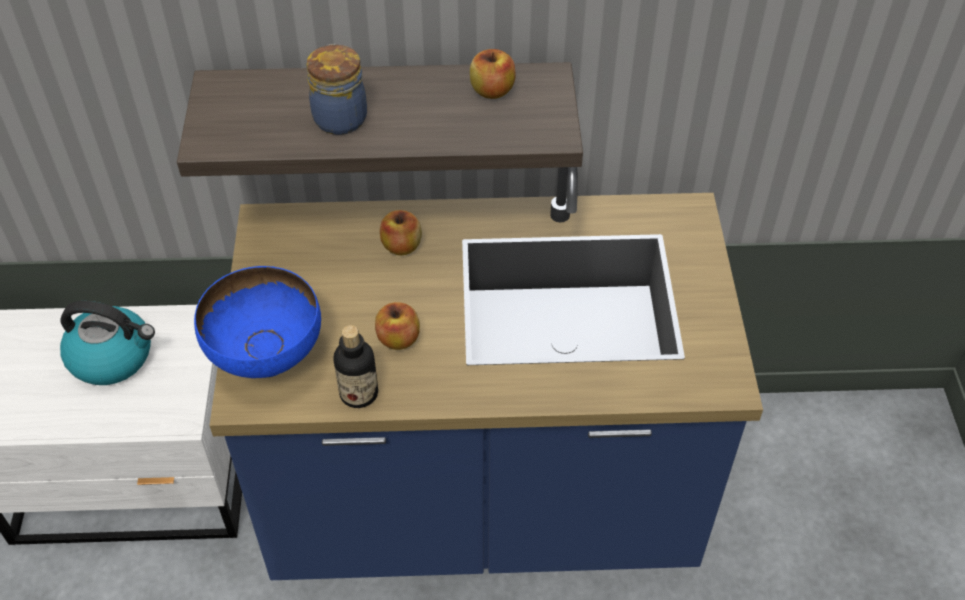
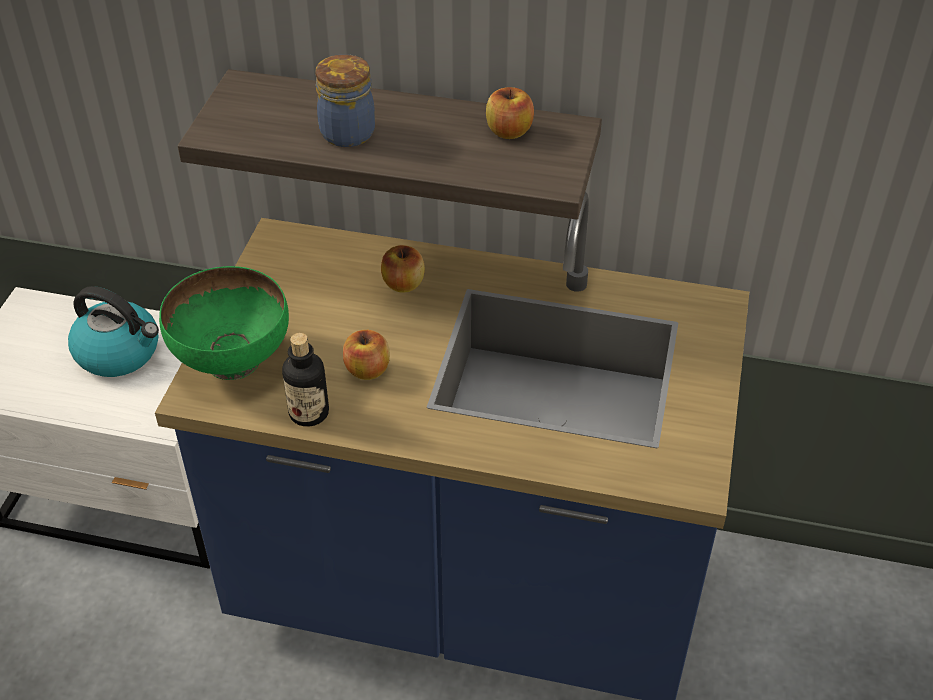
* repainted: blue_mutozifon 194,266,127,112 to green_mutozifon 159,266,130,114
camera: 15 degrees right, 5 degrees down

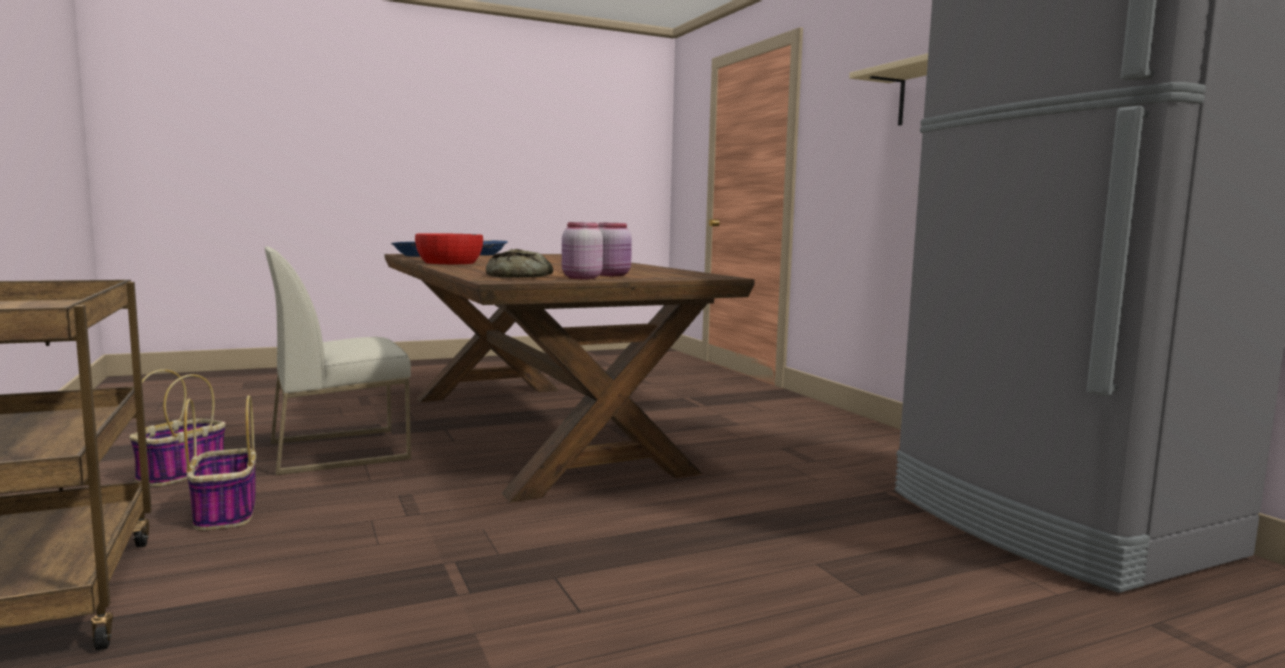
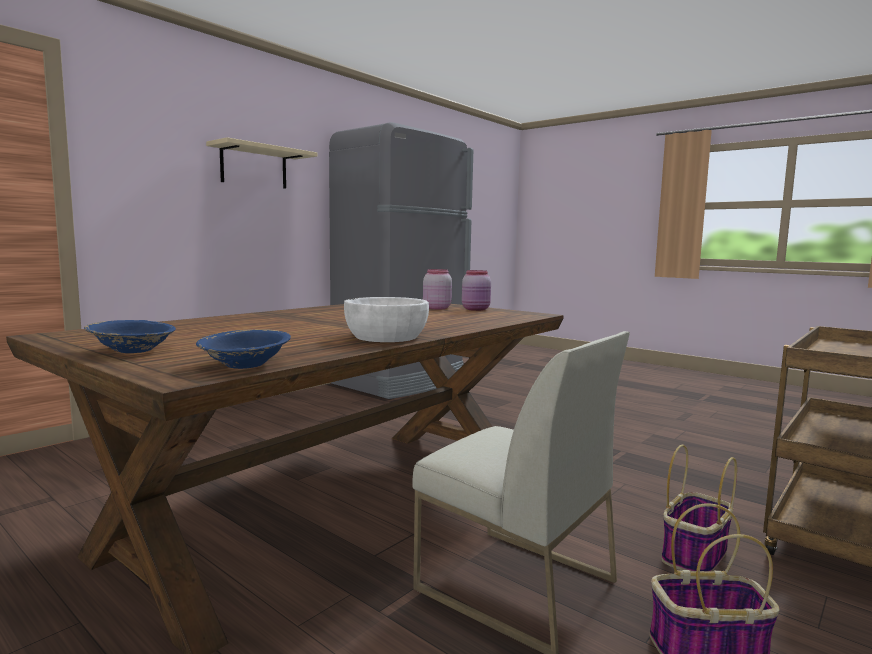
* repainted: red_mutozifon 415,233,68,31 to white_mutozifon 344,297,85,45
* gone: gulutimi 486,249,67,29
camera: 115 degrees left, 0 degrees up

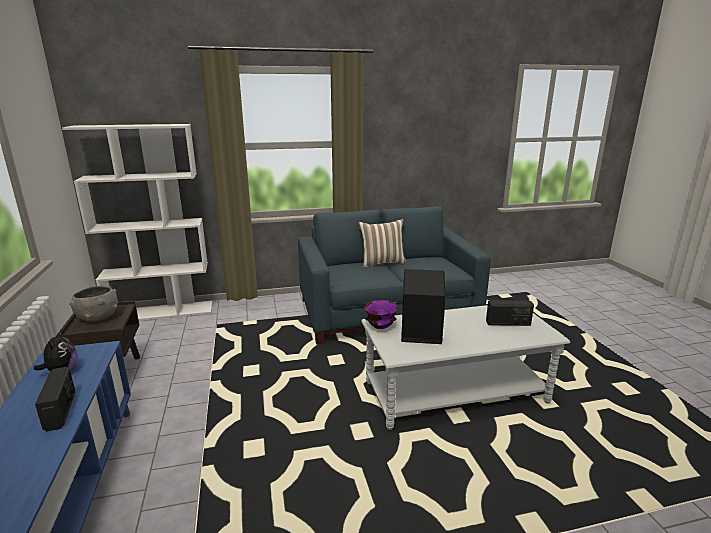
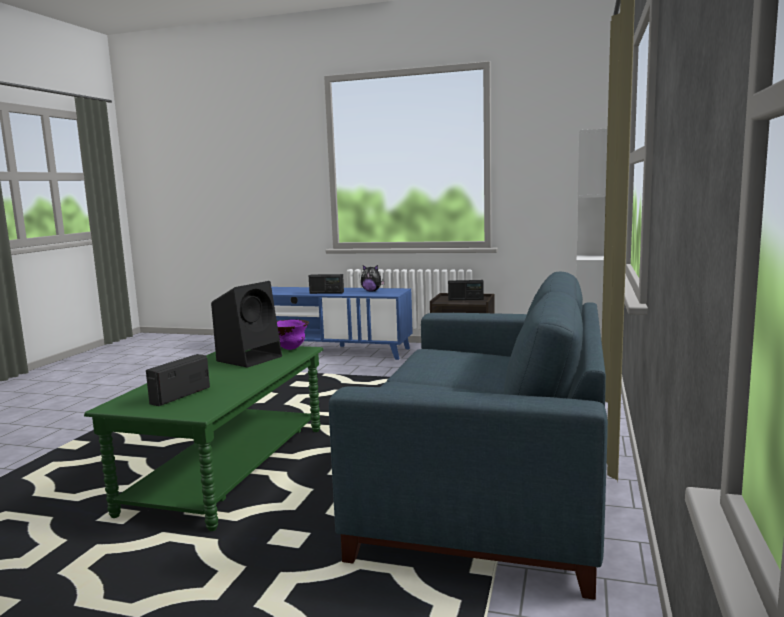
* gone: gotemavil 358,219,49,48
* swapped: grey_mutozifon 69,286,49,36 to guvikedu 448,280,36,20
* repainted: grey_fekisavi 361,305,209,125 to green_fekisavi 84,346,240,185
camera: 120 degrees right, 10 degrees down

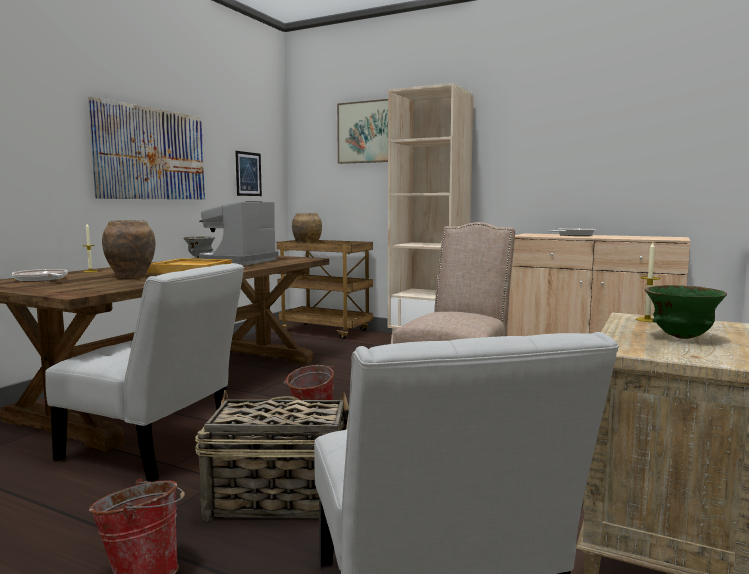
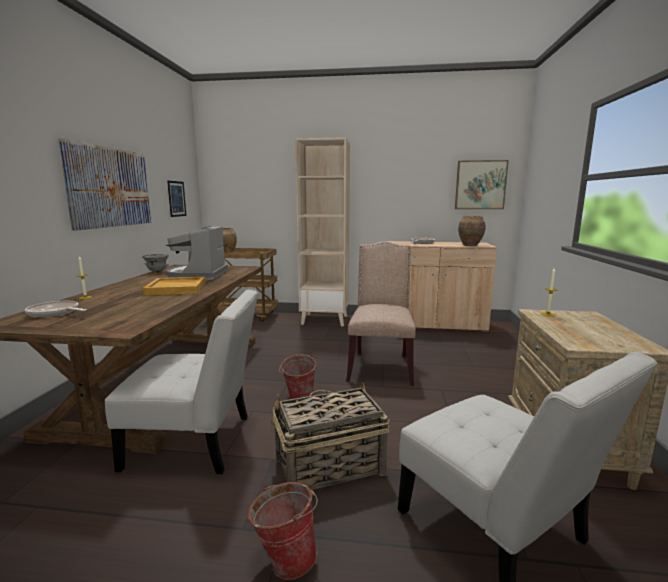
* shifted: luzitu 337,99,51,65 to 455,160,54,49
* shifted: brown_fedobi 102,220,53,58 to 458,216,28,30
* gone: green_mutozifon 645,285,82,54
camera: 20 degrees left, 5 degrees up

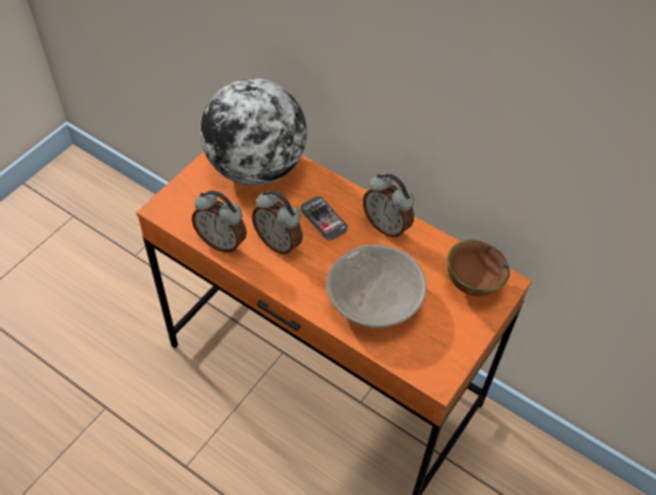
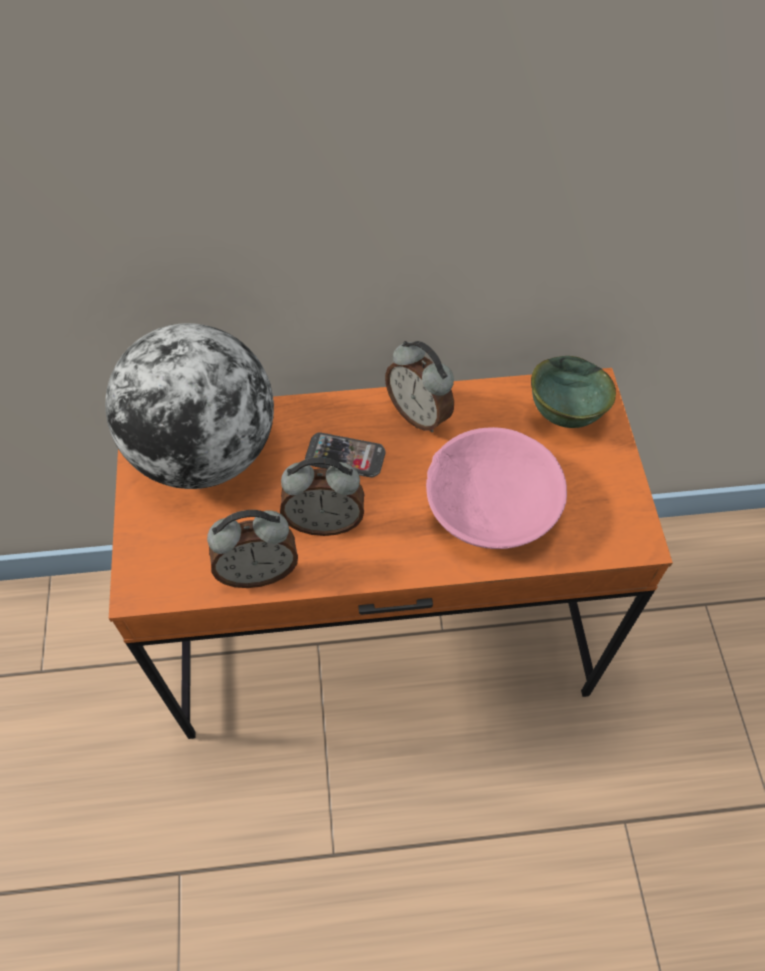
* rotated: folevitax 363,174,51,64 = 385,341,69,91 45 degrees clockwise
* repainted: brown_mutozifon 447,240,63,56 to green_mutozifon 531,356,85,72
* repainted: grey_mutozifon 326,244,101,84 to pink_mutozifon 426,427,141,122
camera: 40 degrees left, 5 degrees up

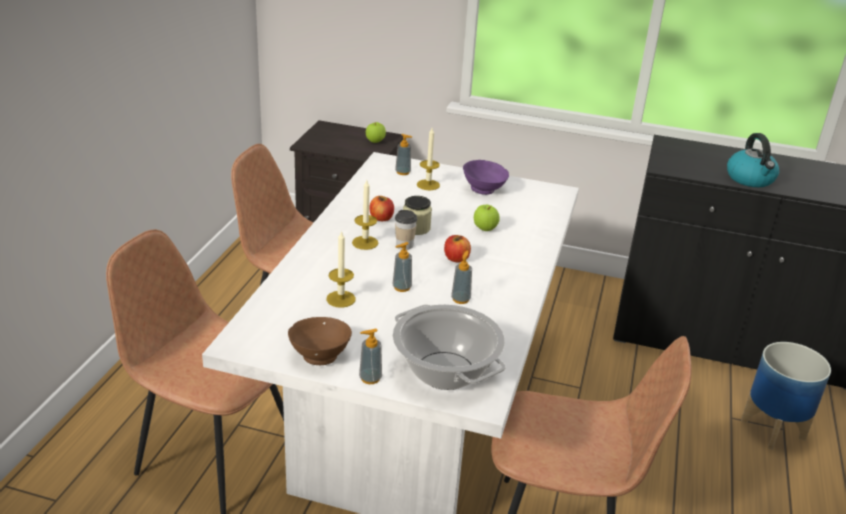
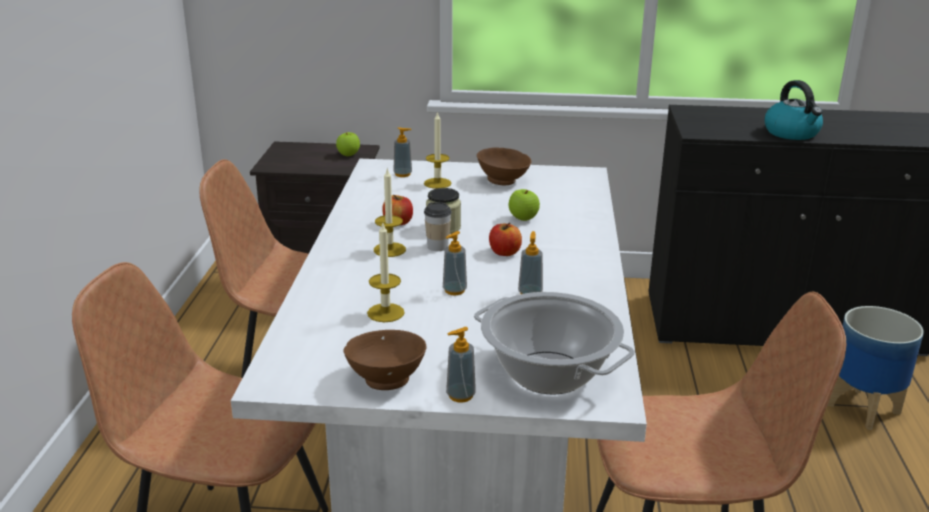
* repainted: purple_mutozifon 463,160,46,35 to brown_mutozifon 477,147,55,38
camera: 10 degrees left, 5 degrees down

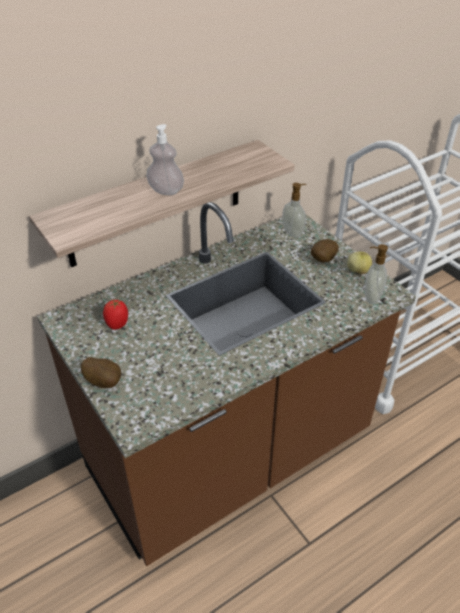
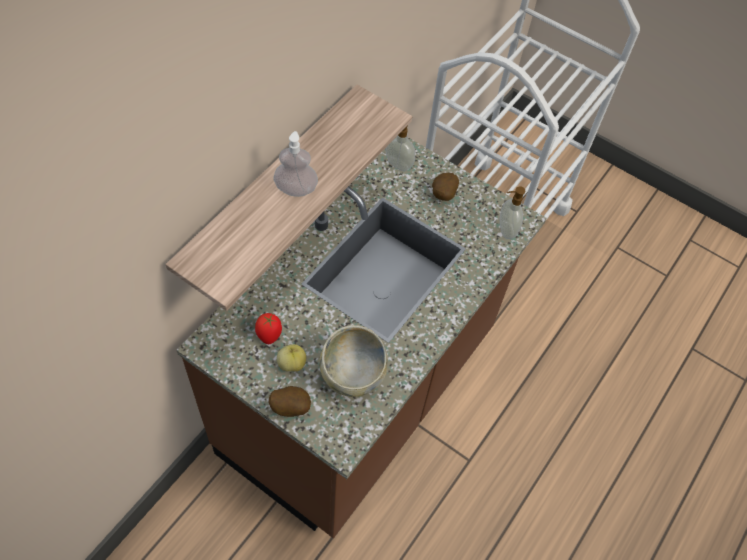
* shifted: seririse 347,252,25,22 to 277,344,29,28
* new: beige_mutozifon 320,325,68,72
camera: 25 degrees left, 15 degrees up

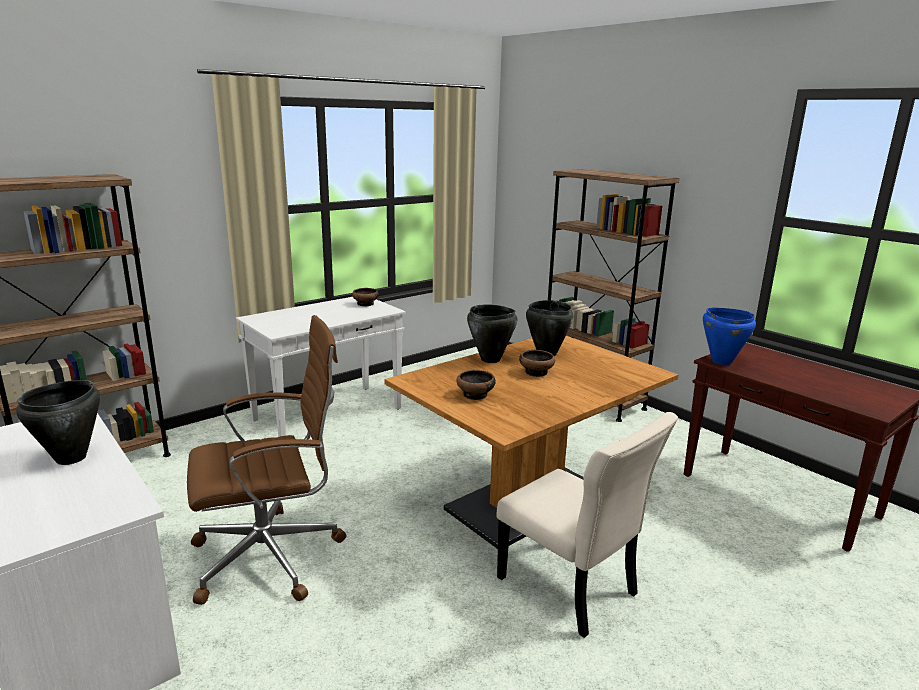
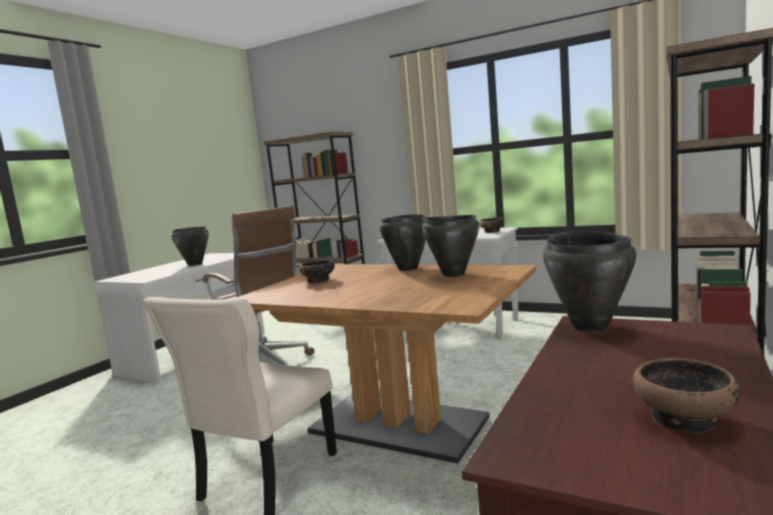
* repainted: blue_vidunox 703,308,53,57 to black_vidunox 543,231,93,101
* shifted: mutozifon 519,350,36,27 to 633,358,108,76
camera: 70 degrees right, 10 degrees down

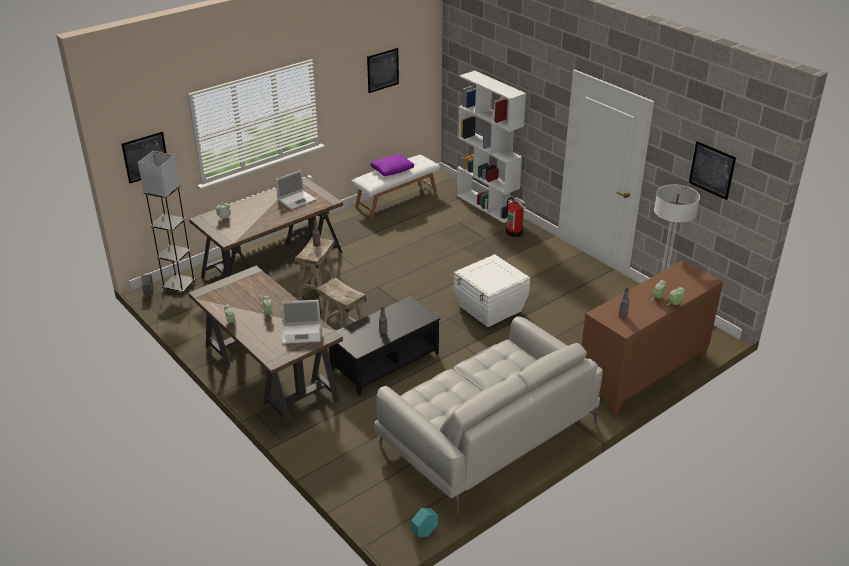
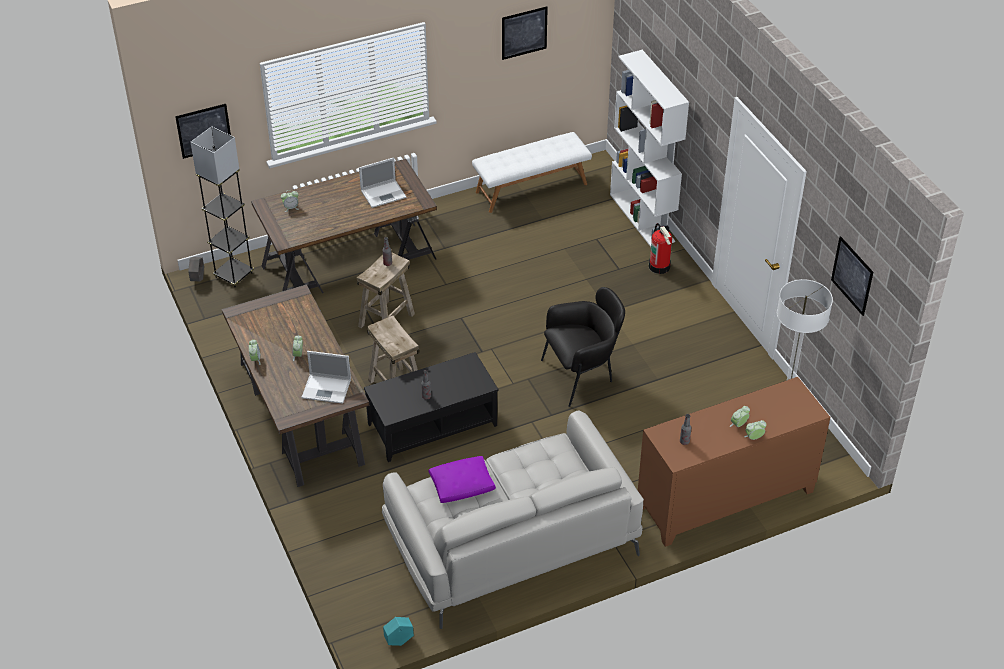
* shifted: purple_gotemavil 371,154,43,22 to 428,456,68,47
* swapped: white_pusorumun 454,254,76,73 to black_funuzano 541,287,84,120
camera: 15 degrees right, 10 degrees up

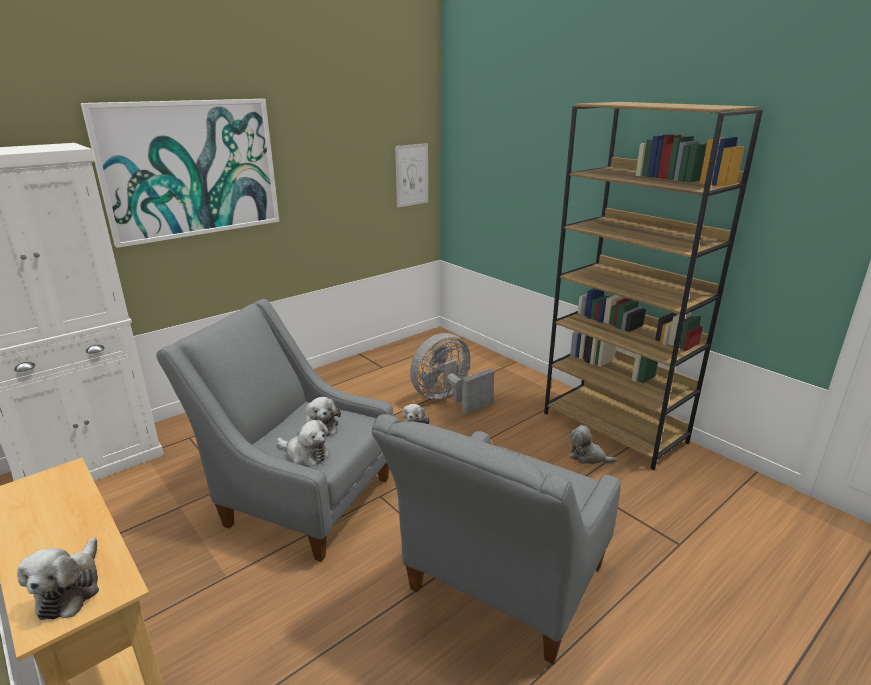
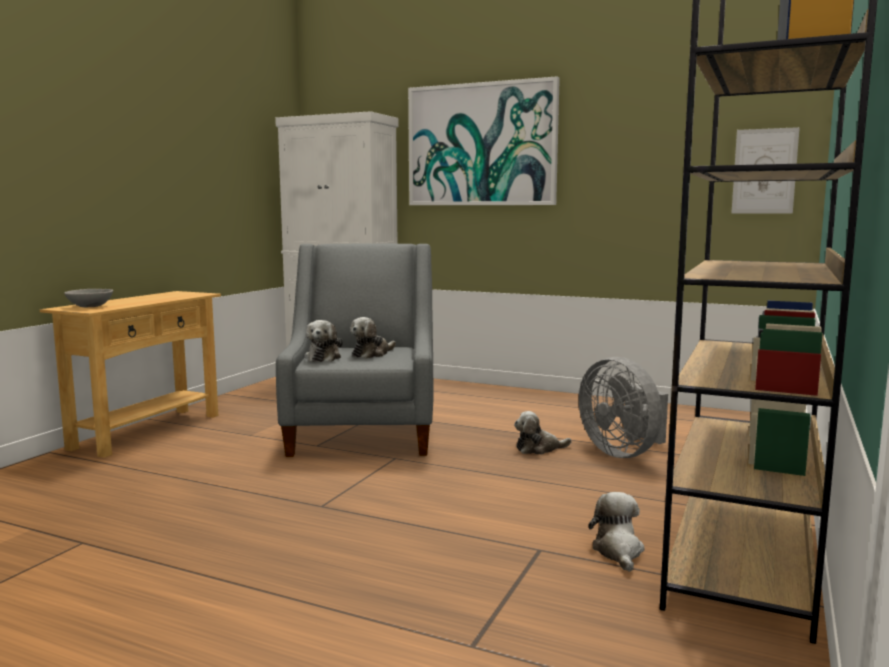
* rotated: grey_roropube 410,333,85,81 = 579,357,89,101 150 degrees counterclockwise
* gone: grey_funuzano 372,414,249,250
* swapped: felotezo 17,538,82,82 to grey_mutozifon 64,289,49,18
camera: 65 degrees right, 15 degrees down

